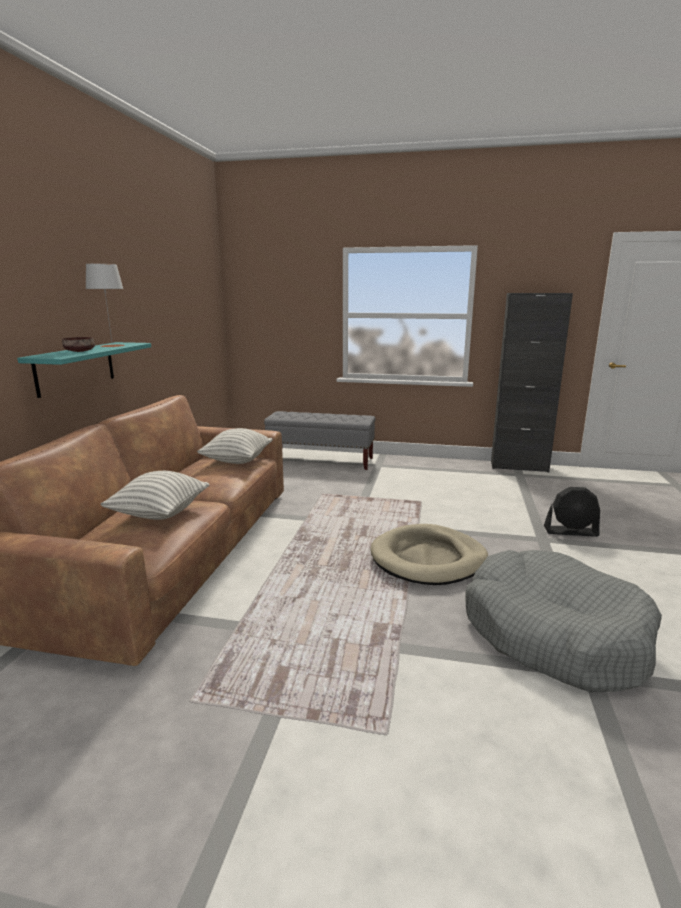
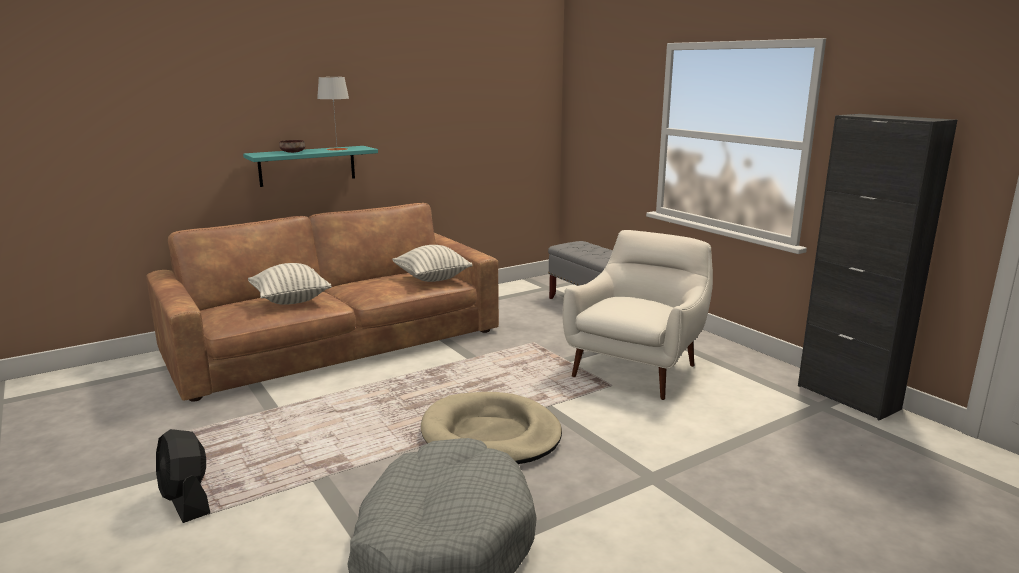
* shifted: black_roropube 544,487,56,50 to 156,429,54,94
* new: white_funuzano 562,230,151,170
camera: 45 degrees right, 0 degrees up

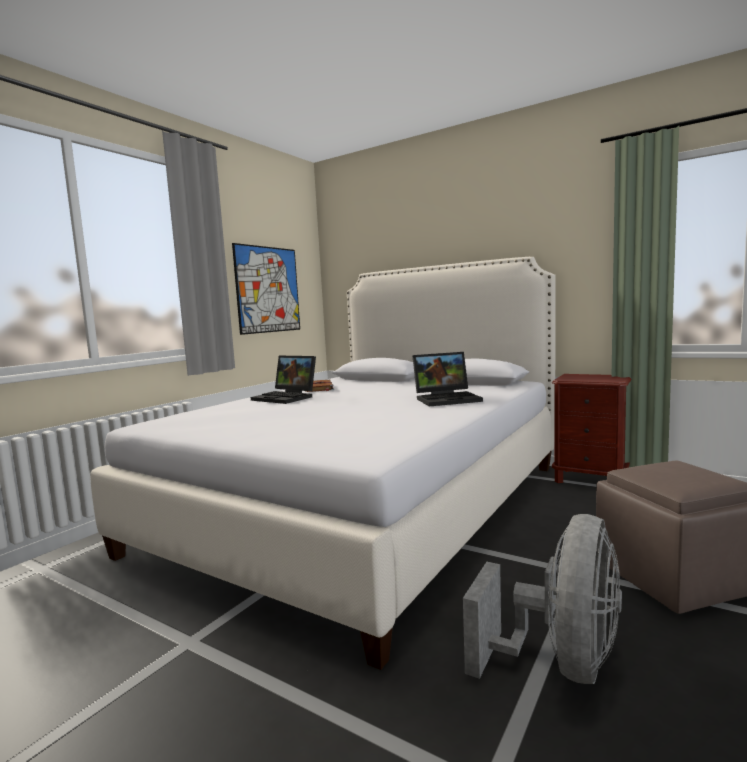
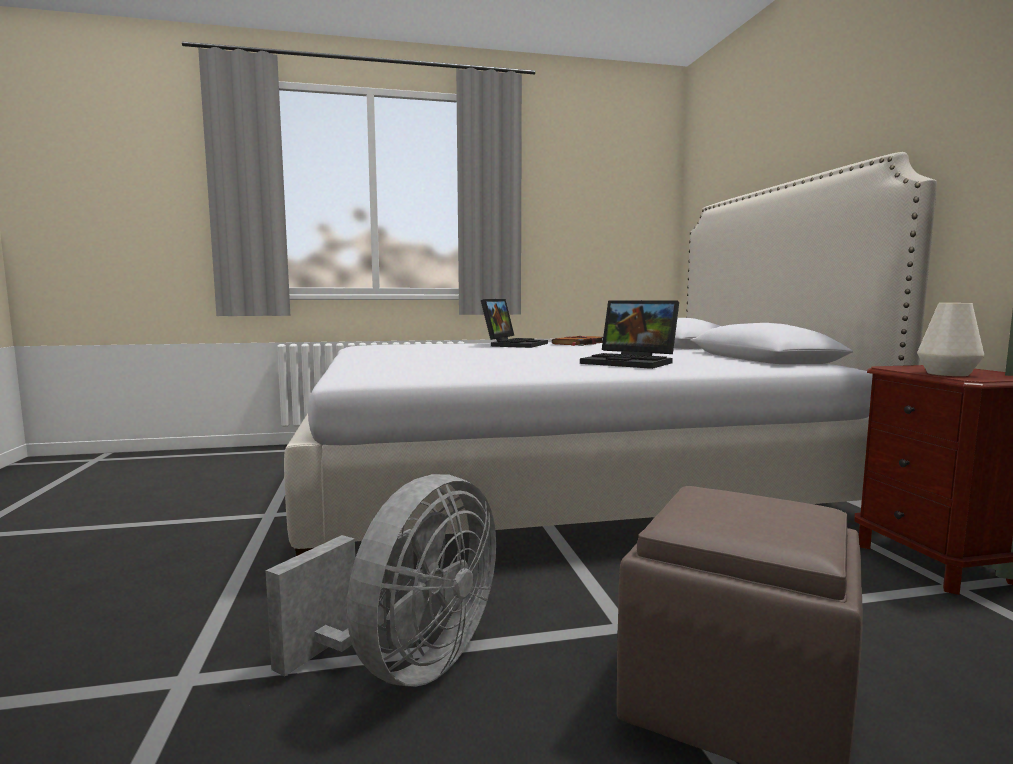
* gone: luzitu 232,243,68,92
* rotated: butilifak 251,355,65,49 = 481,299,67,49 150 degrees counterclockwise
* rotated: grey_roropube 463,514,159,170 = 265,474,231,213 45 degrees counterclockwise
* new: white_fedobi 917,303,67,73
camera: 45 degrees right, 0 degrees up

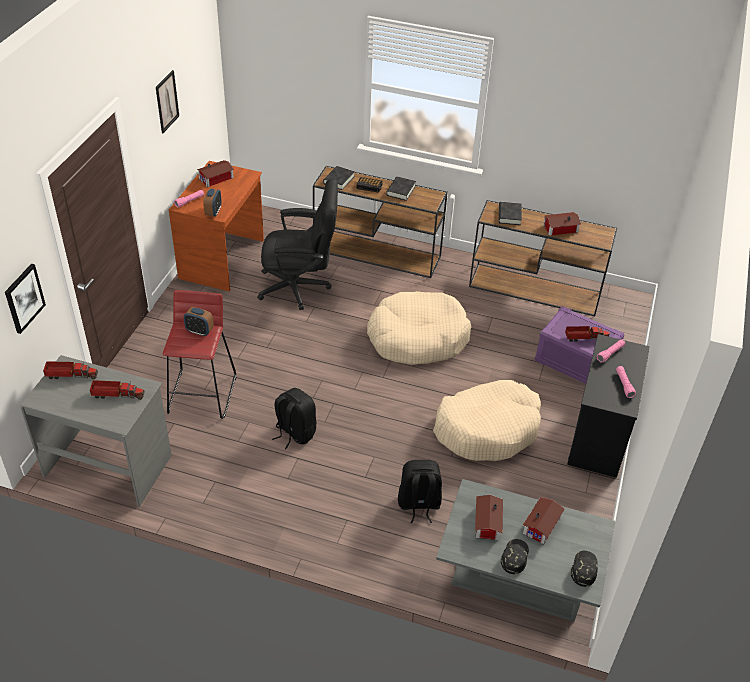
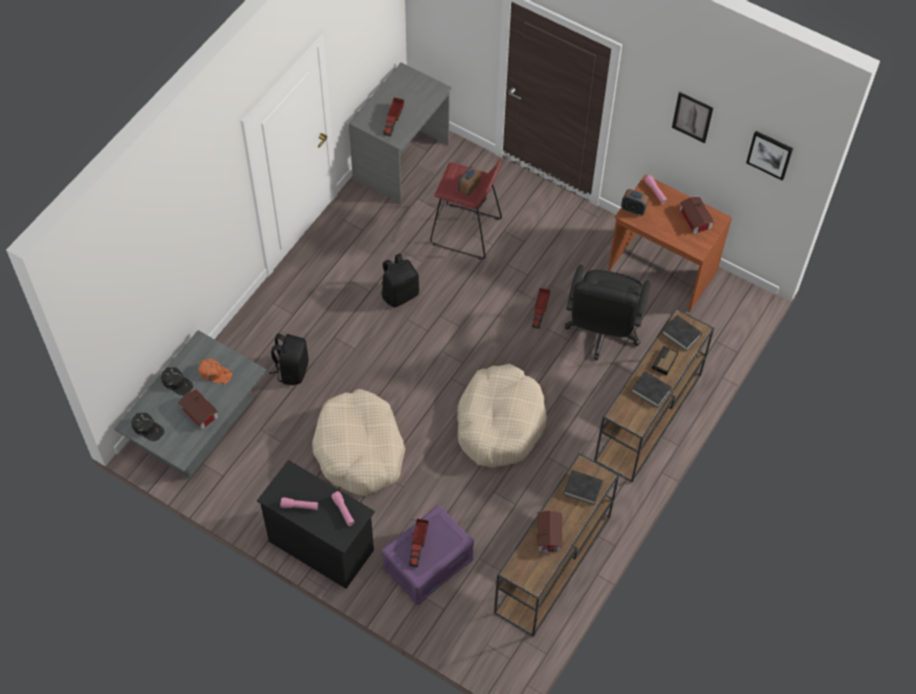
* shifted: luzitu 5,264,41,70 to 746,131,47,50
* shifted: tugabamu 43,361,55,18 to 532,288,18,41
* swapped: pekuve 475,495,28,45 to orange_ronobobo 198,358,34,26
camera: 105 degrees right, 15 degrees up

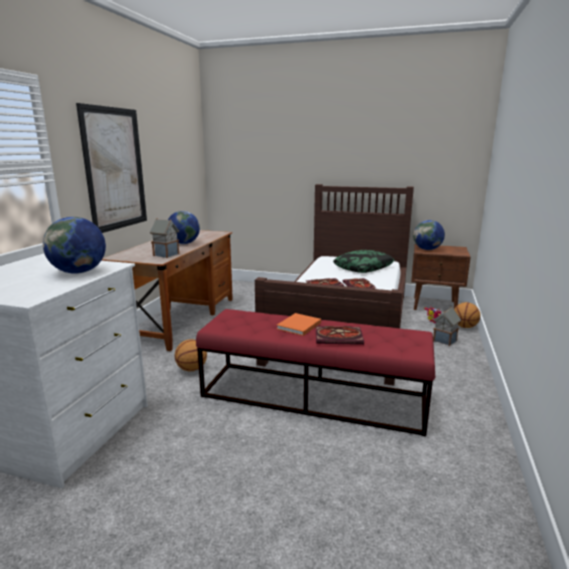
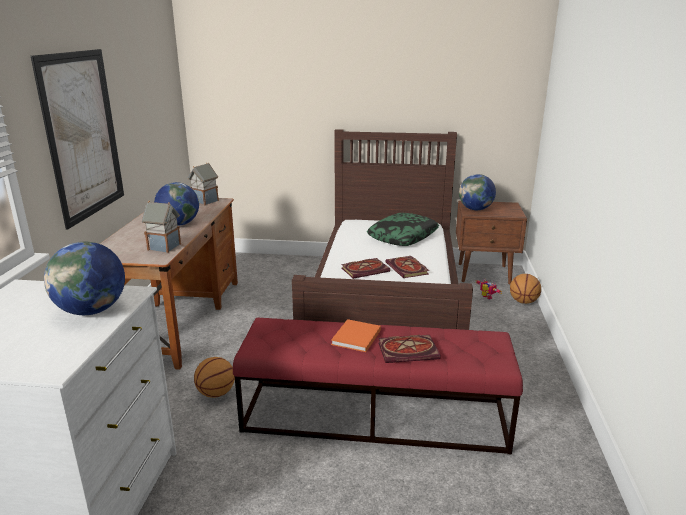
* shifted: pekuve 433,307,28,39 to 188,163,31,42
camera: 10 degrees left, 5 degrees up

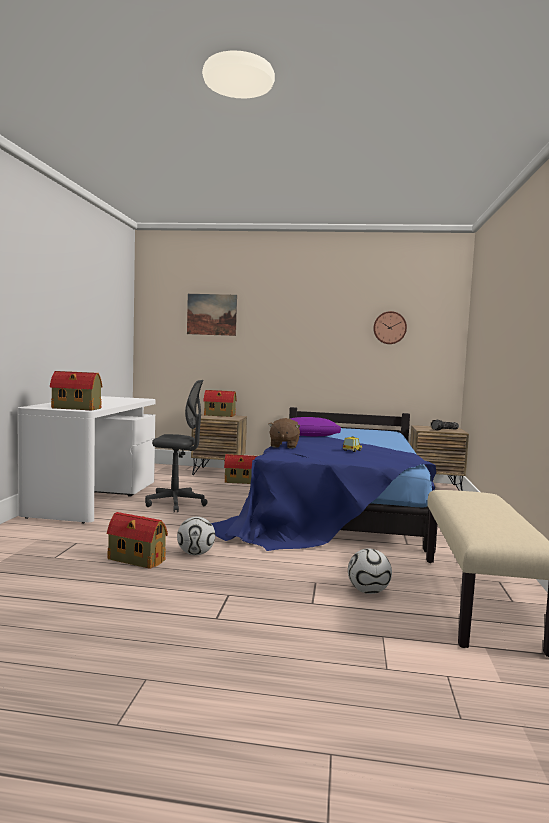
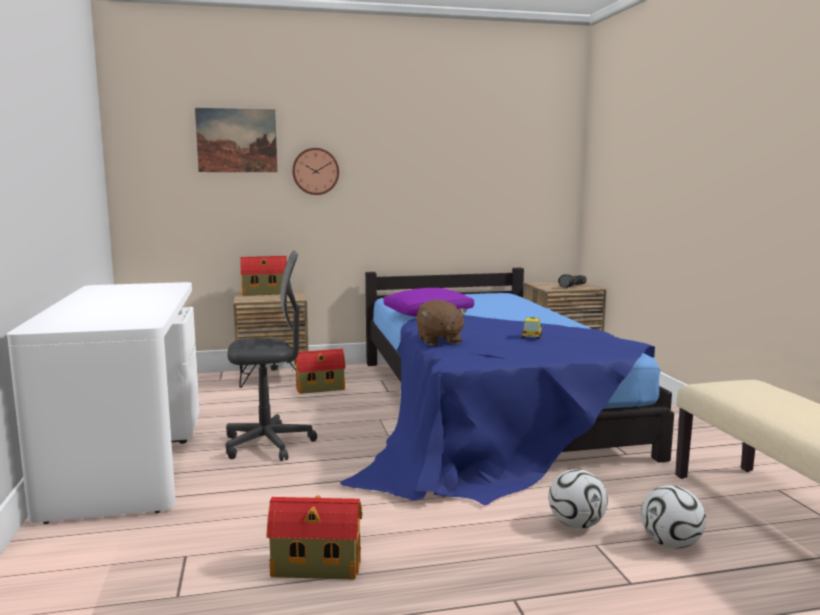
* shifted: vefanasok 373,311,34,33 to 292,148,47,47
* gone: pekuve 50,371,52,39
* shifted: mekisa 177,517,38,38 to 549,469,59,60
camera: 20 degrees left, 5 degrees up

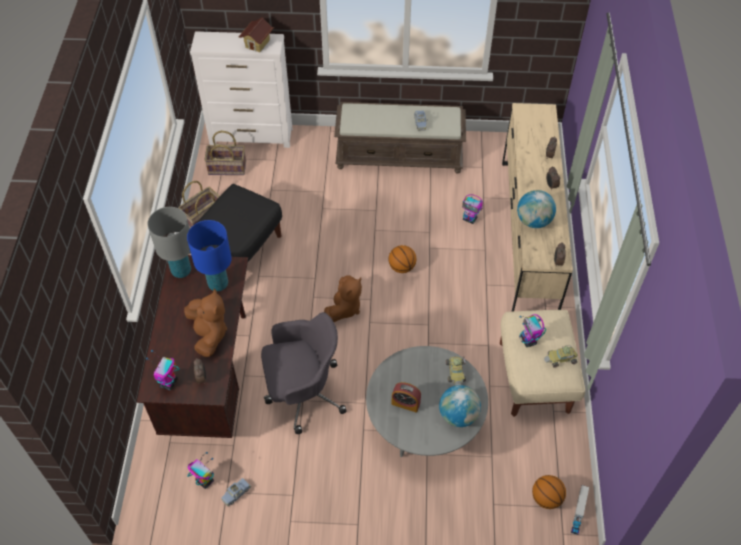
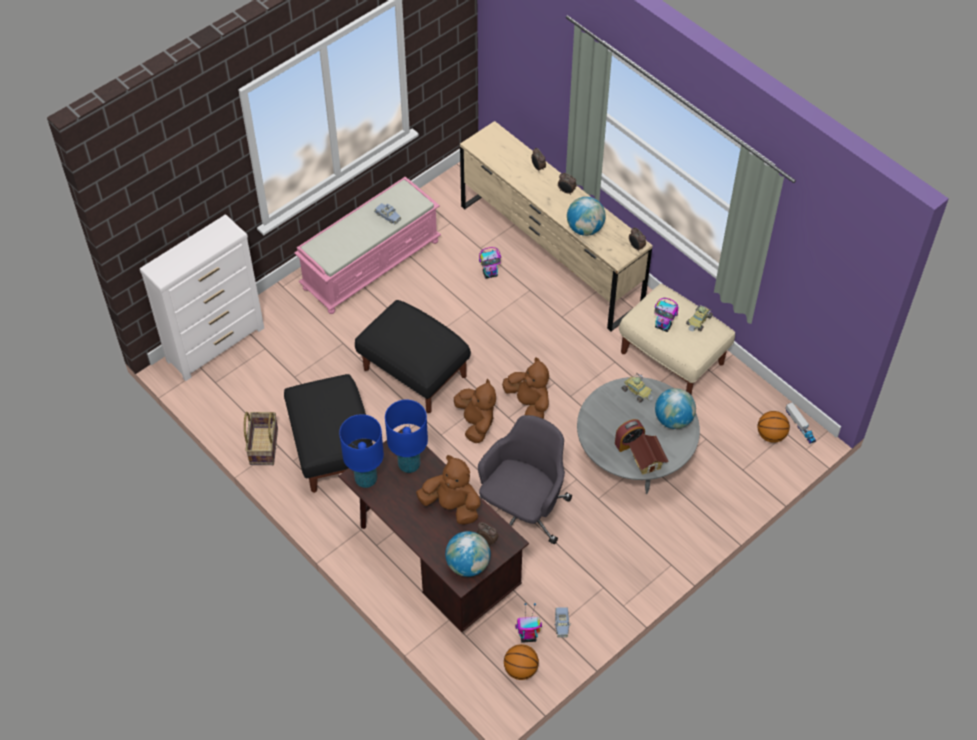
* shifted: pekuve 239,17,35,35 to 629,434,40,41
* repainted: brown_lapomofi 334,102,132,72 to pink_lapomofi 294,177,147,137
* gone: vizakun 204,131,42,44
* repainted: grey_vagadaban 148,207,43,71 to blue_vagadaban 339,414,45,74
* shifted: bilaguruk 389,245,27,28 to 504,644,35,36
* swapped: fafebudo 146,350,34,41 to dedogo 445,531,45,46
* new: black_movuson 355,300,116,113
* new: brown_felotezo 502,357,47,62
camera: 45 degrees left, 0 degrees up

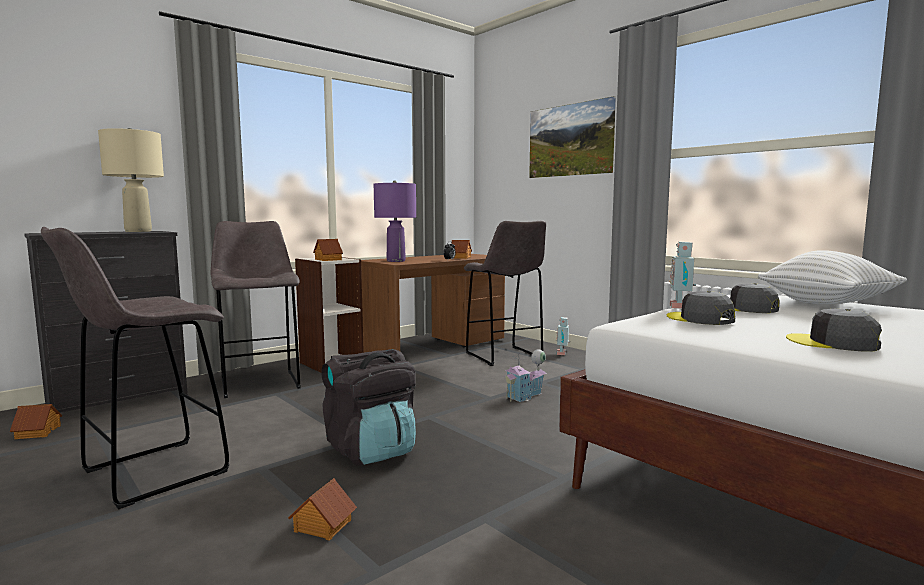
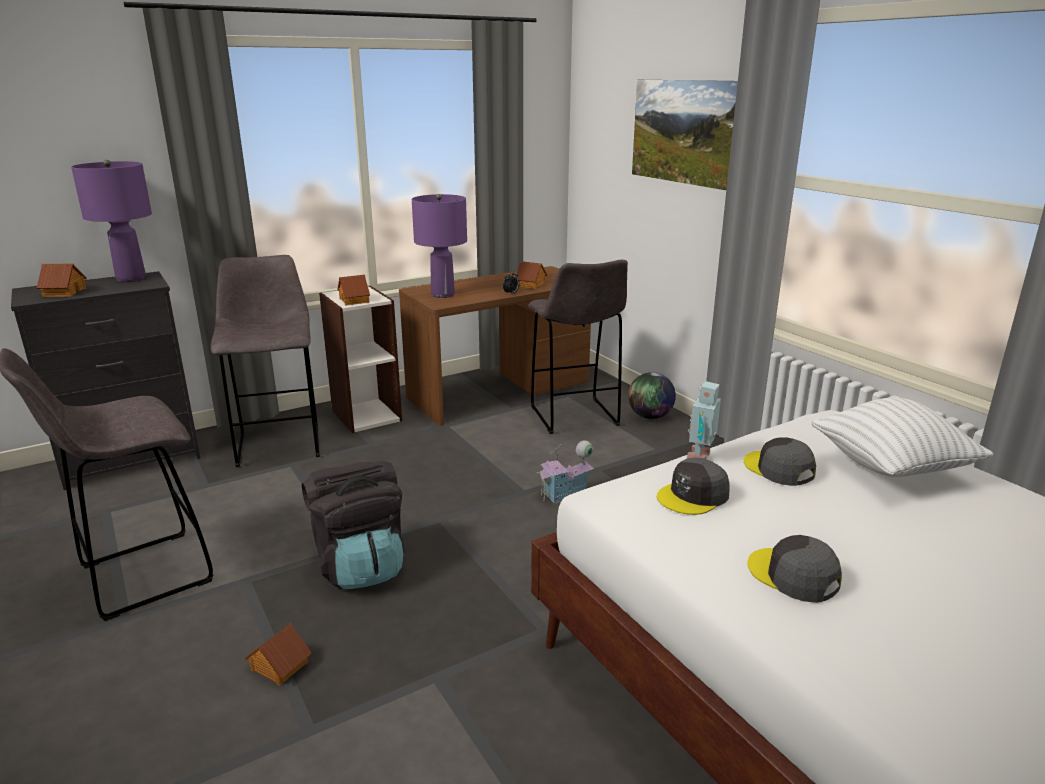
* repainted: beige_vagadaban 98,128,66,104 to purple_vagadaban 71,160,81,122
* rotated: grey_ronobobo 667,291,68,34 = 657,458,73,57 105 degrees counterclockwise
* swapped: fafebudo 556,317,14,38 to dedogo 628,372,48,47
* shifted: pekuve 10,404,52,35 to 37,264,50,33
camera: 10 degrees right, 15 degrees up

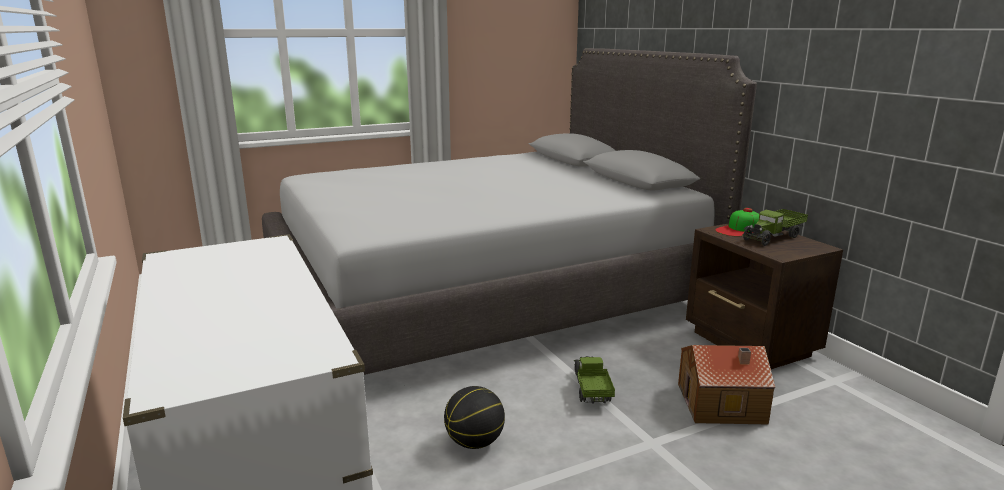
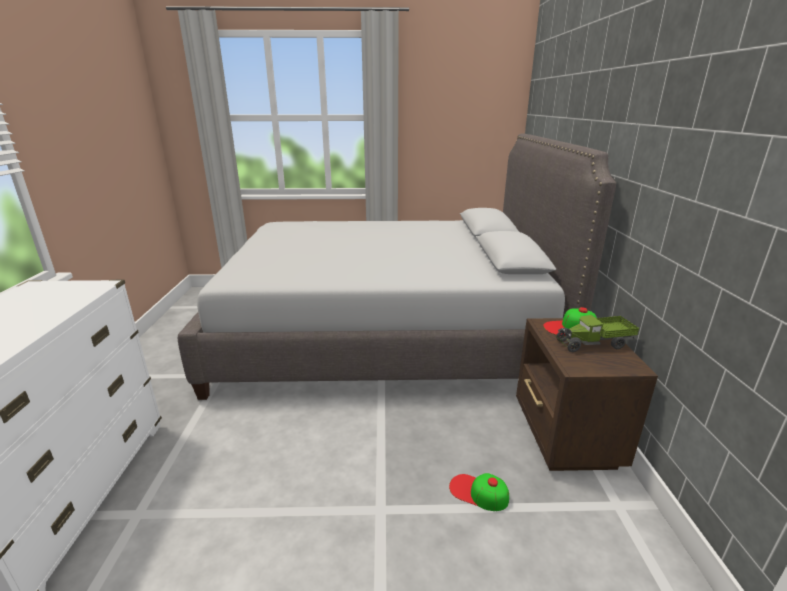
* swapped: pekuve 678,345,97,79 to ronobobo 449,473,60,38
* gone: tugabamu 574,356,41,48
* gone: bilaguruk 444,386,61,63
camera: 25 degrees right, 5 degrees up

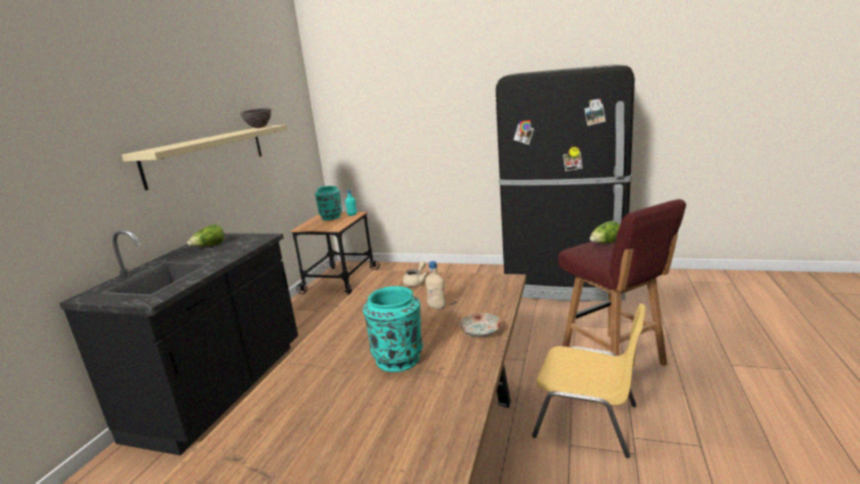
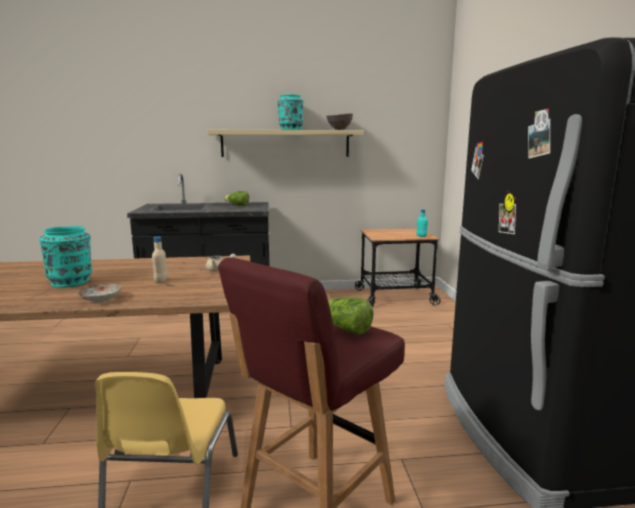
* shifted: turquoise_fedobi 315,186,27,34 to 277,95,27,35
camera: 65 degrees right, 5 degrees down

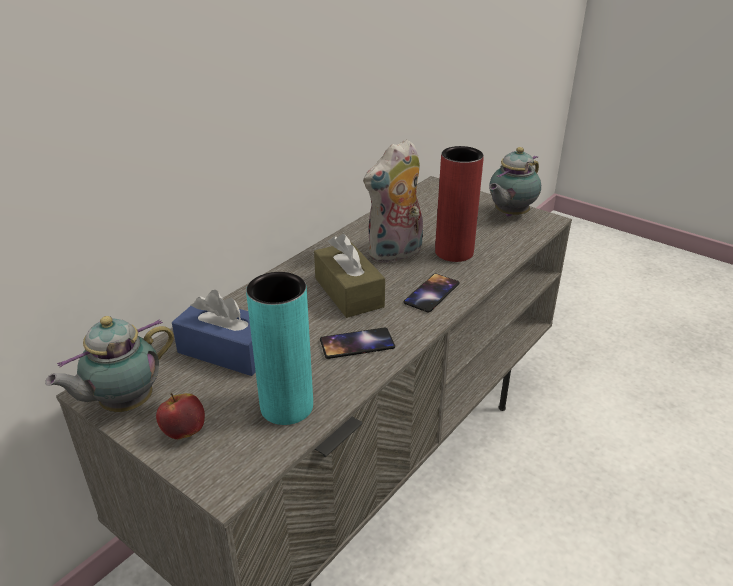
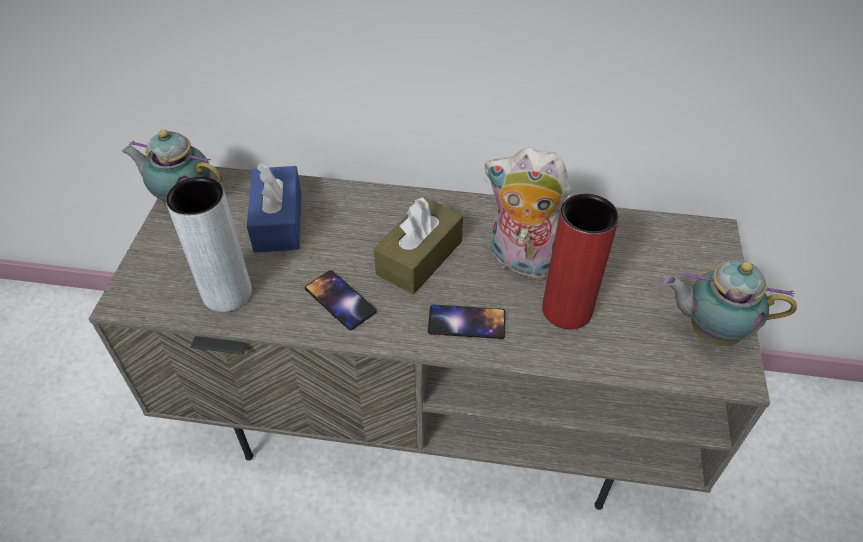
* repainted: turquoise_fedobi 246,272,67,153 to grey_fedobi 166,177,86,135
* gone: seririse 156,393,49,46
camera: 60 degrees right, 15 degrees up

